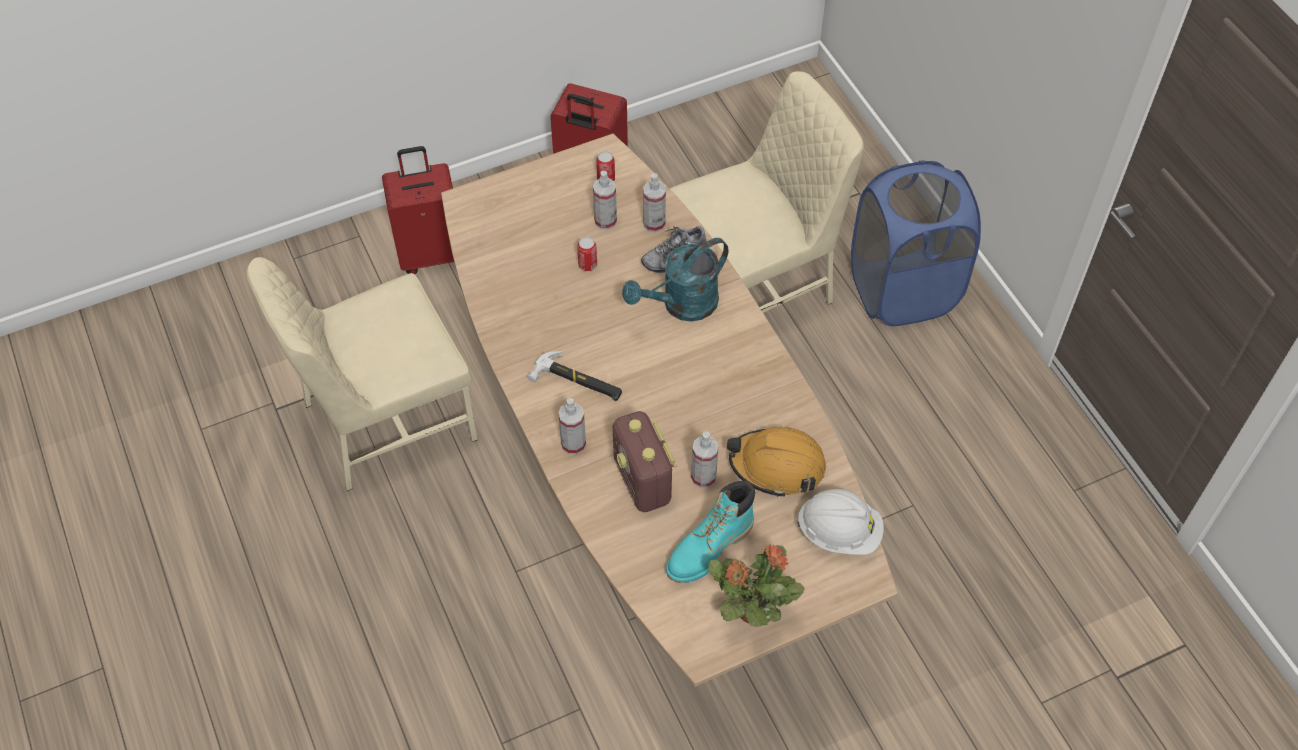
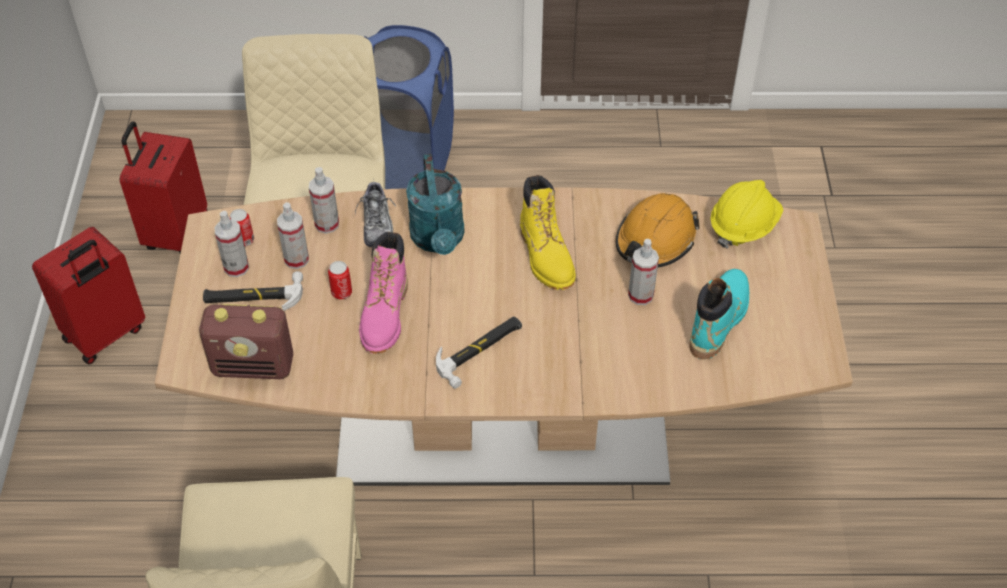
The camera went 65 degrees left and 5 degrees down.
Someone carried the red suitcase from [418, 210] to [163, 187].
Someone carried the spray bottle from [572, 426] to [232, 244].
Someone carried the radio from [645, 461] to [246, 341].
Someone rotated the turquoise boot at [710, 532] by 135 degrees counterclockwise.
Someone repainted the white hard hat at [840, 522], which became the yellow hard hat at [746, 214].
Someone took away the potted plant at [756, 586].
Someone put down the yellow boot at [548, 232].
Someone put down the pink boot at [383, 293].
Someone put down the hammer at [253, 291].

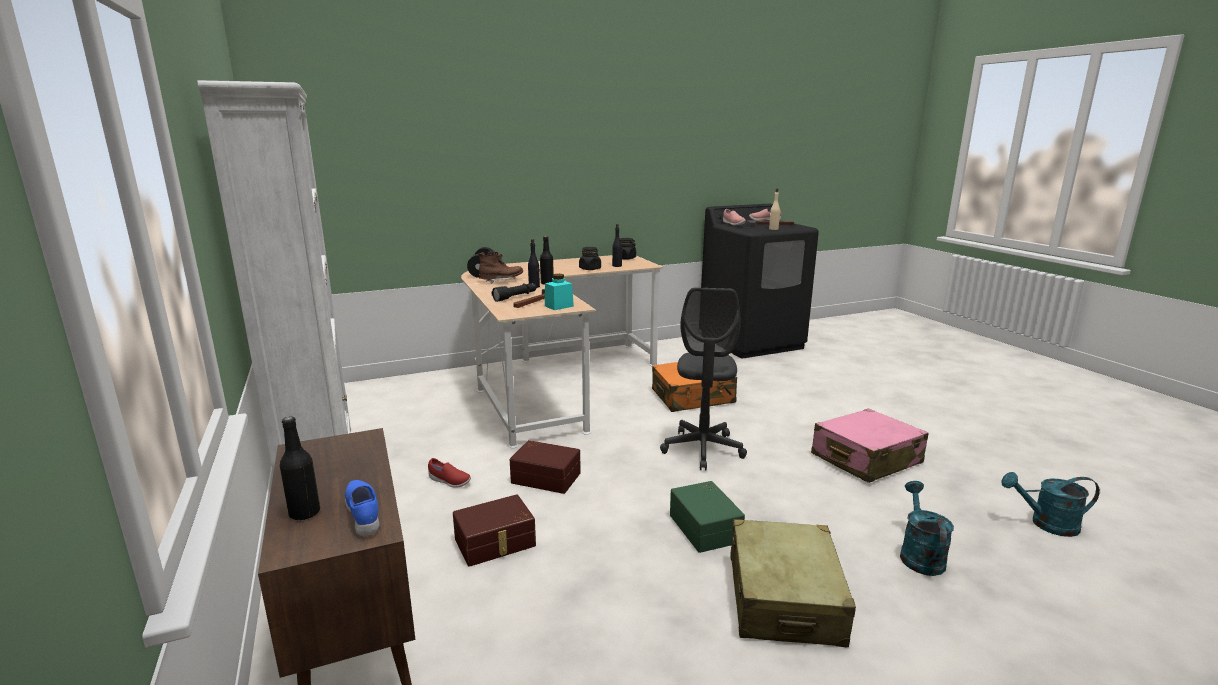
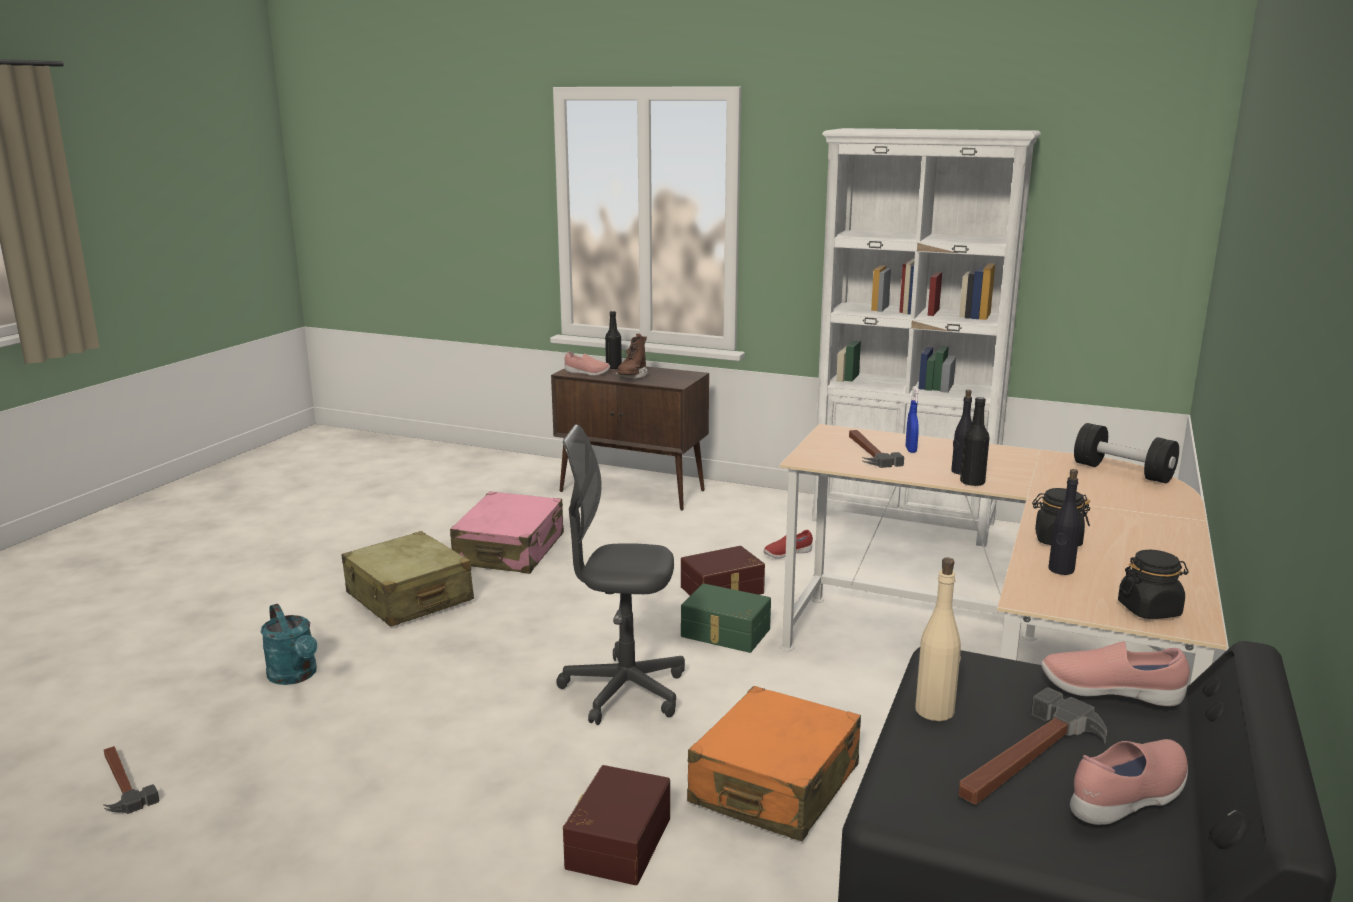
The camera went 135 degrees right and 0 degrees up.
Someone carried the brown boot from [500, 267] to [632, 356].
Someone took away the turquoise jar at [559, 292].
Someone swapped the black flashlight at [514, 292] for the blue spray bottle at [912, 419].
Someone rotated the grey office chair at [703, 379] by 45 degrees counterclockwise.
Someone carried the pink suitcase from [869, 446] to [507, 533].
Someone swapped the turquoise watering can at [1050, 504] for the hammer at [131, 780].
Someone repainted the blue shoe at [362, 508], which became the pink shoe at [587, 363].
Someone carried the green storage box from [707, 517] to [726, 618].
Someone carried the brown storage box from [494, 530] to [616, 825].

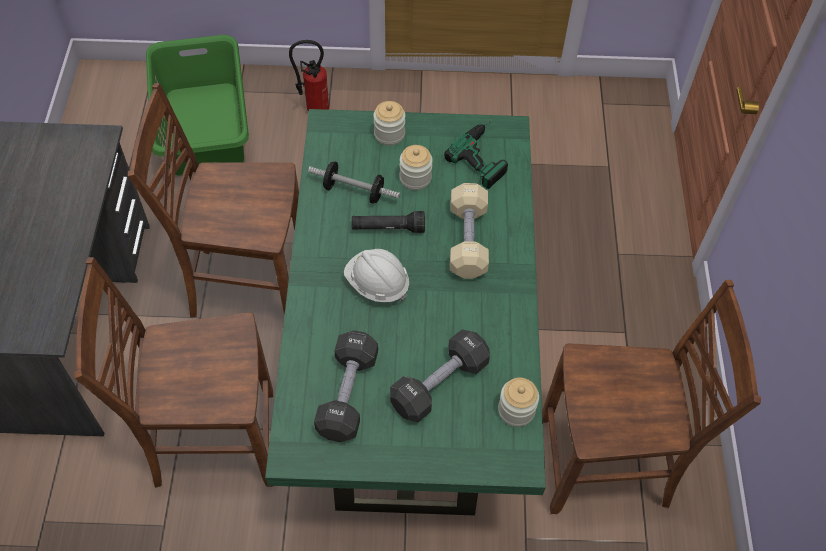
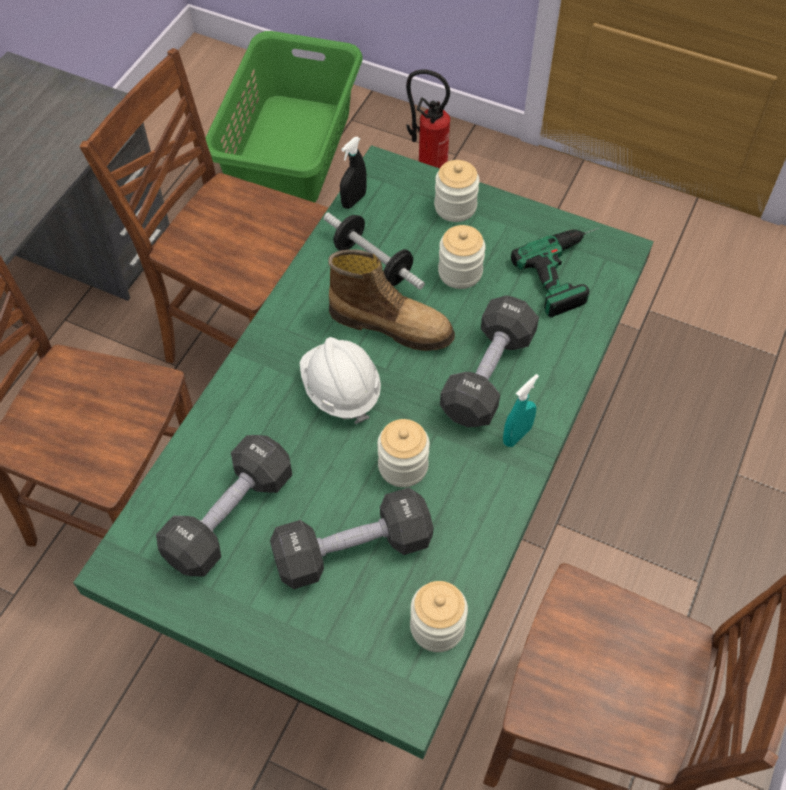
The camera went 25 degrees right and 0 degrees up.
Someone repainted the beige dumbbell at [469, 231], which became the black dumbbell at [489, 361].
Someone swapped the black flashlight at [388, 222] for the boot at [391, 300].
Someone put down the black spray bottle at [353, 173].
Someone put down the turquoise spray bottle at [521, 410].
Someone put down the jar at [403, 453].

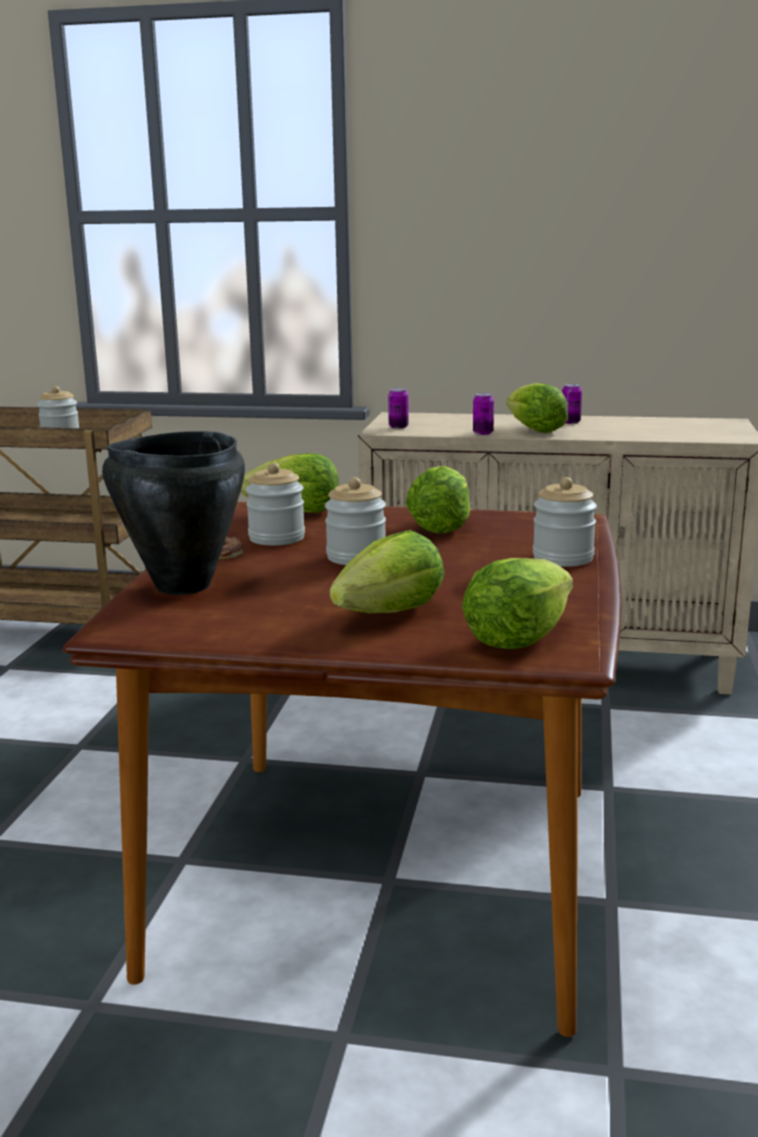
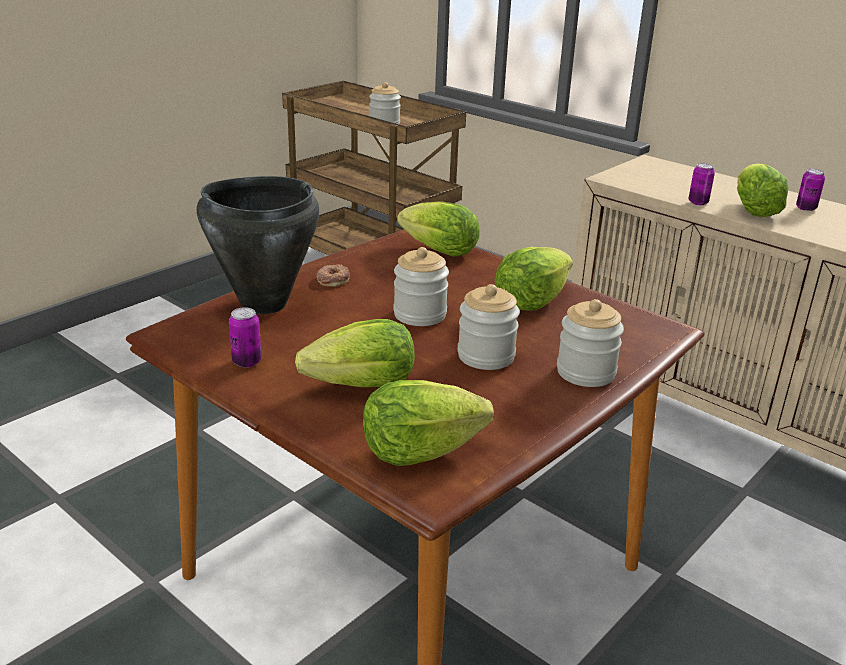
The camera went 30 degrees right and 10 degrees up.
Someone carried the can from [398, 408] to [245, 337].
Someone carried the jar from [275, 504] to [489, 327].

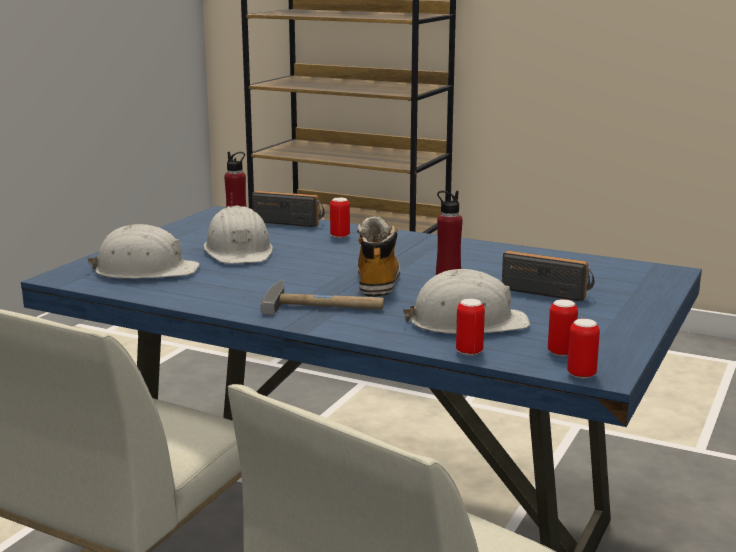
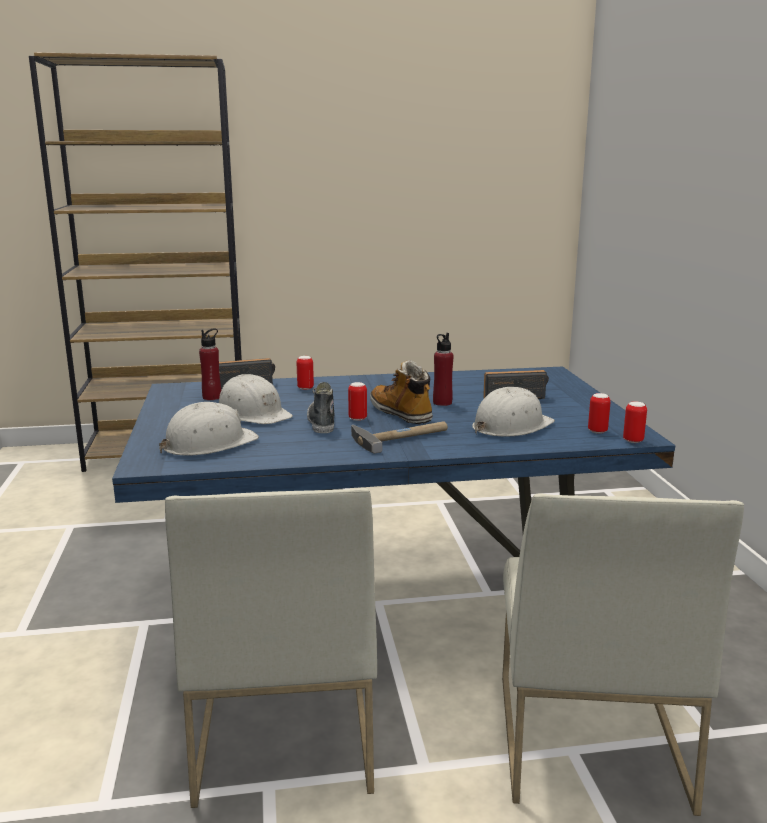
The camera went 35 degrees left and 0 degrees up.
Someone carried the can from [470, 327] to [357, 401].
Someone put down the shoe at [320, 407].

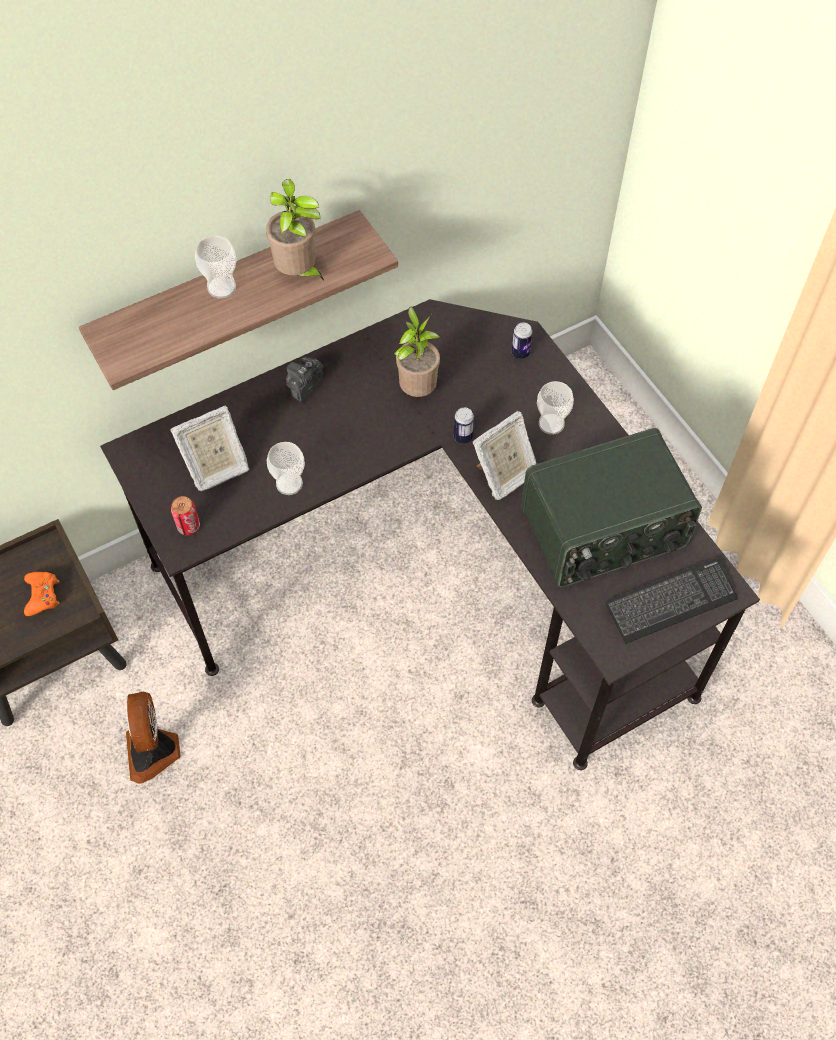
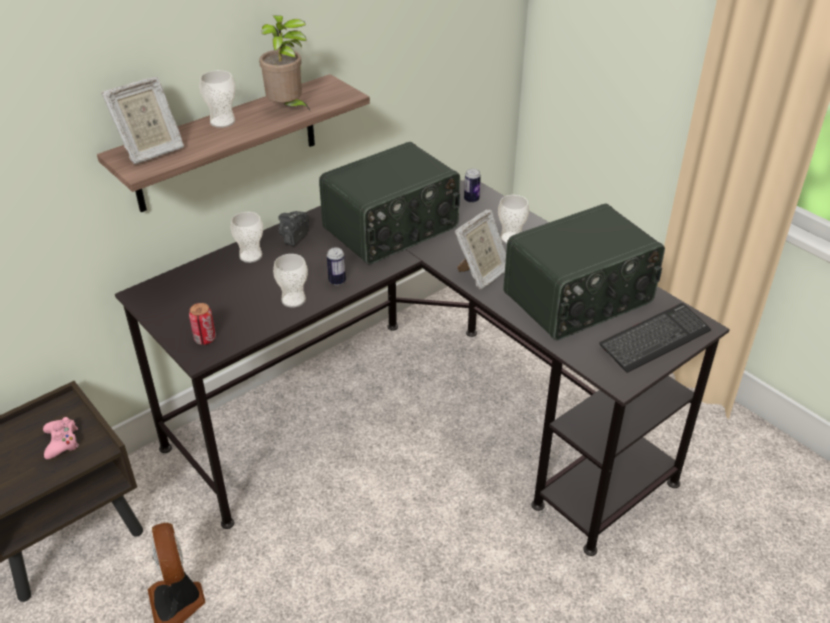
The camera went 10 degrees left and 20 degrees down.
Someone swapped the potted plant at [417, 351] for the radio at [389, 203].
Someone carried the picture frame from [209, 448] to [143, 120].
Someone carried the can from [464, 425] to [336, 266].
Someone repainted the orange game controller at [42, 594], which became the pink game controller at [61, 438].
Someone put down the cup at [247, 237].

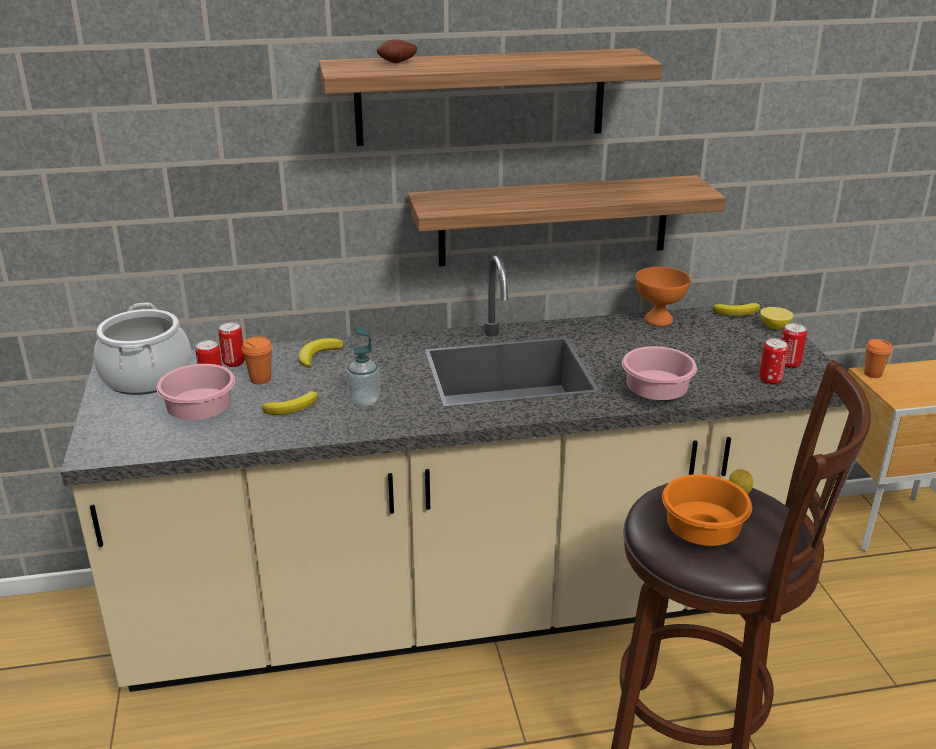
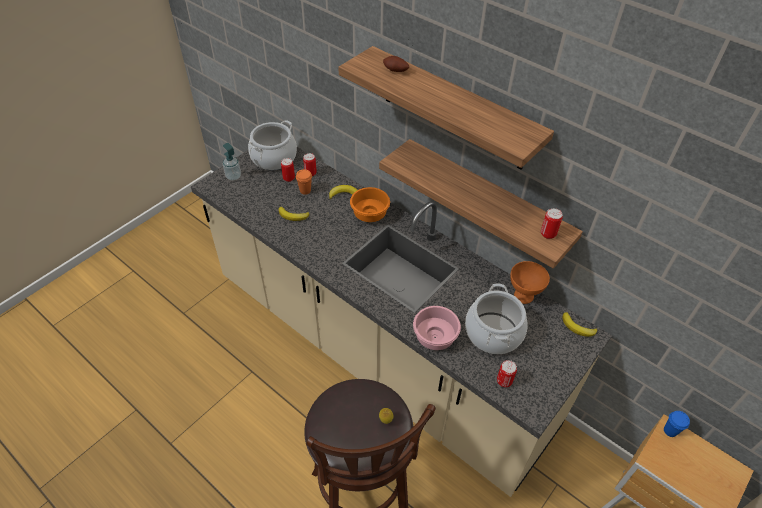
The camera went 50 degrees right and 20 degrees up.
Someone took away the lemon at [776, 318].
Someone carried the can from [794, 345] to [552, 223].
Someone carried the soap dispenser from [363, 367] to [232, 162].
Someone repainted the orange cup at [878, 358], which became the blue cup at [677, 424].
Someone took away the pink bowl at [196, 392].
Someone carried the orange bowl from [707, 510] to [370, 204].
Someone put down the cooking pot at [496, 319].

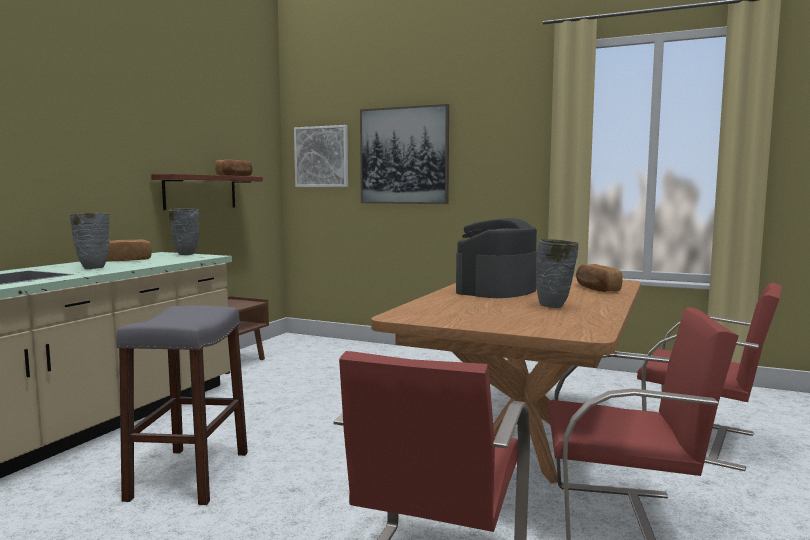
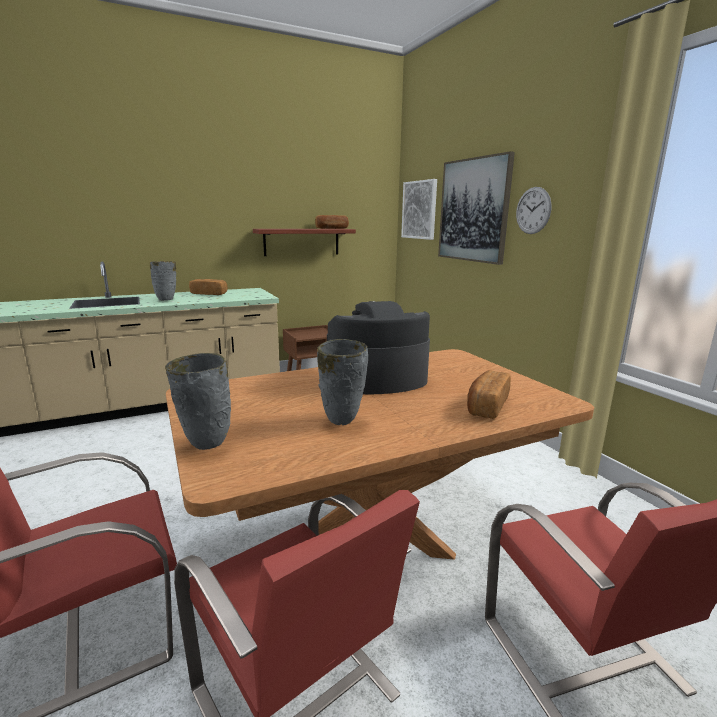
The camera went 40 degrees right and 10 degrees up.
Someone carried the grey vase from [183, 231] to [198, 401].
Someone took away the grey stool at [182, 405].
Someone put up the wall clock at [534, 210].

